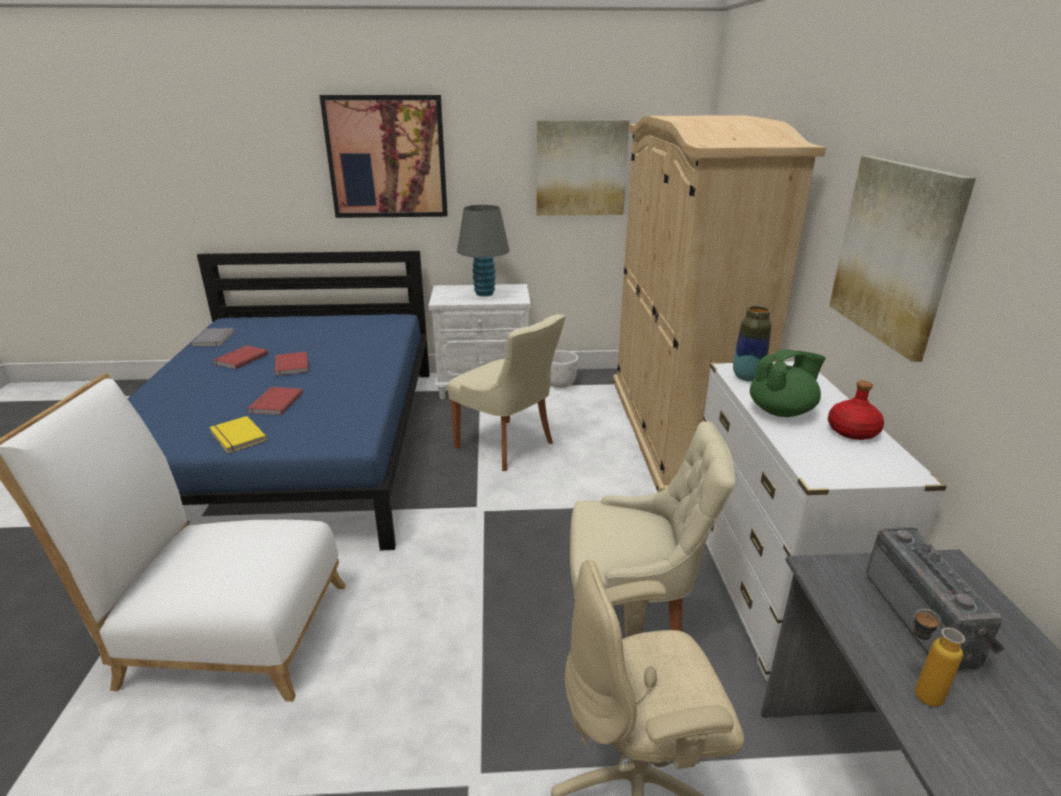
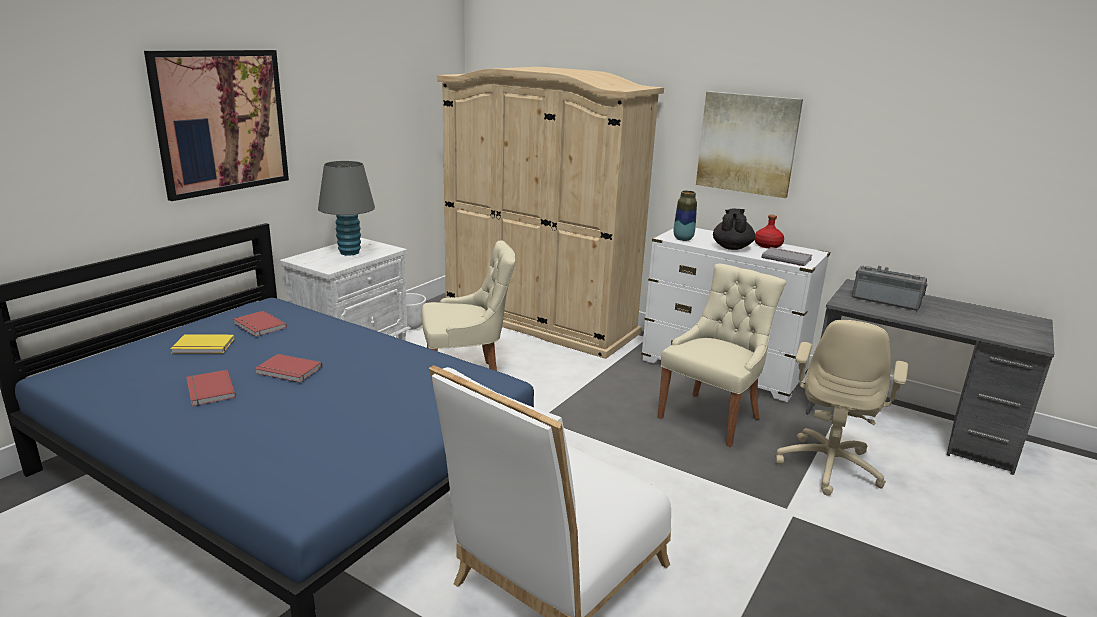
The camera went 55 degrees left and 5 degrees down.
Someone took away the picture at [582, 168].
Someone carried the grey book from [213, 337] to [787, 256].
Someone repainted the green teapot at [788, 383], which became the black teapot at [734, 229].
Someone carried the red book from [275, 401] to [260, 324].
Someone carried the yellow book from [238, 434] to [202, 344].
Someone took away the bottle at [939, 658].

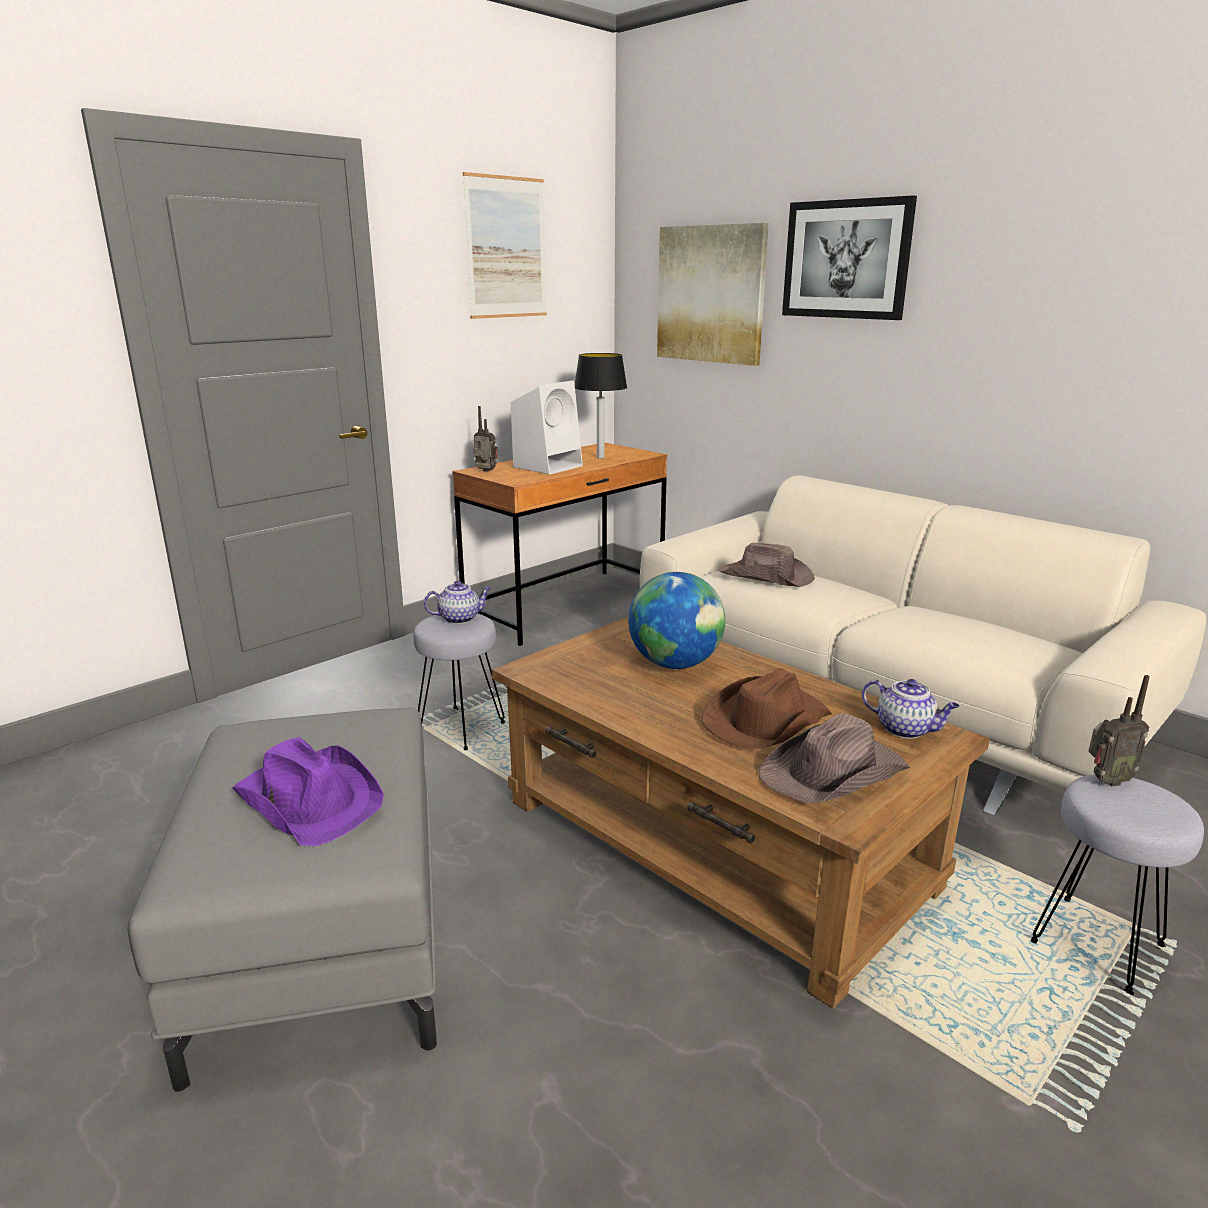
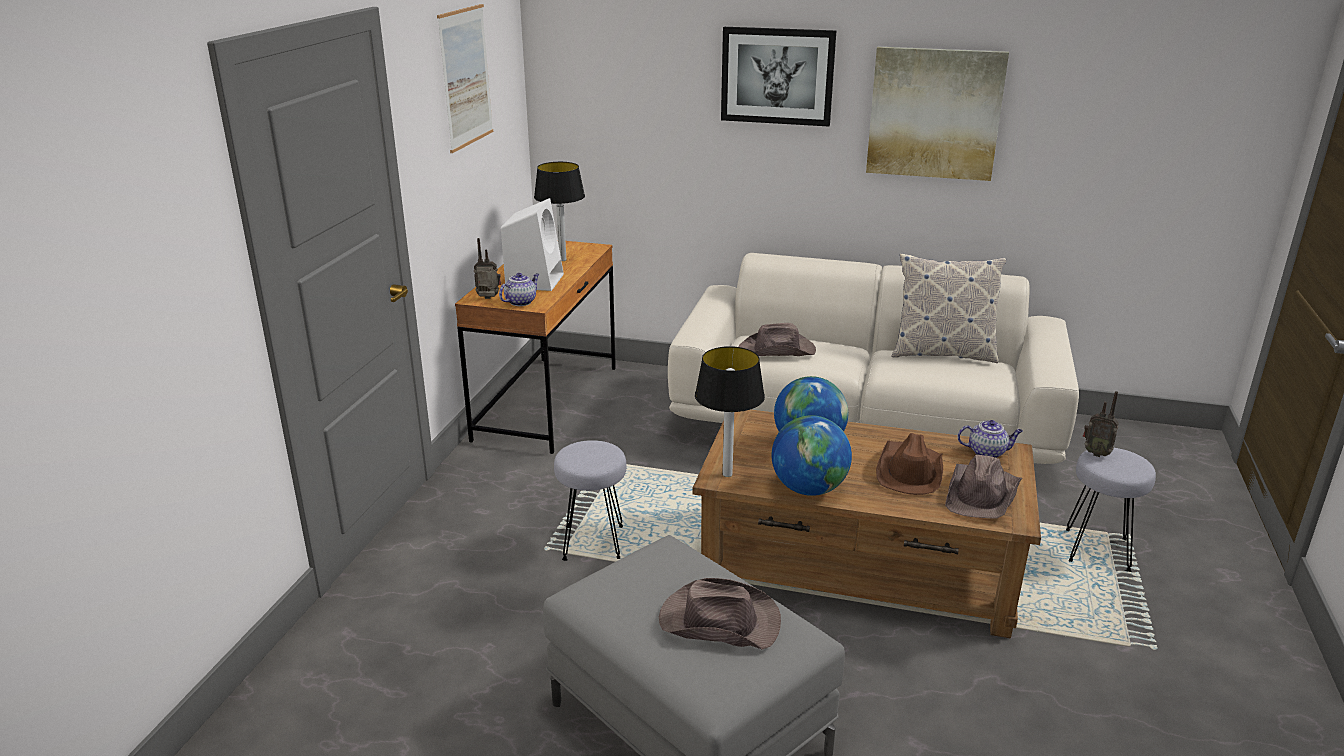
The camera went 30 degrees left and 5 degrees up.
Someone carried the picture from [713, 294] to [937, 114].
Someone carried the teapot from [457, 602] to [519, 289].
Someone rotated the radio at [1119, 731] by 75 degrees clockwise.
Someone repainted the purple hat at [308, 791], which became the brown hat at [720, 614].
Someone put down the pillow at [948, 308].
Someone put down the table lamp at [730, 411].
Someone put down the globe at [812, 455].

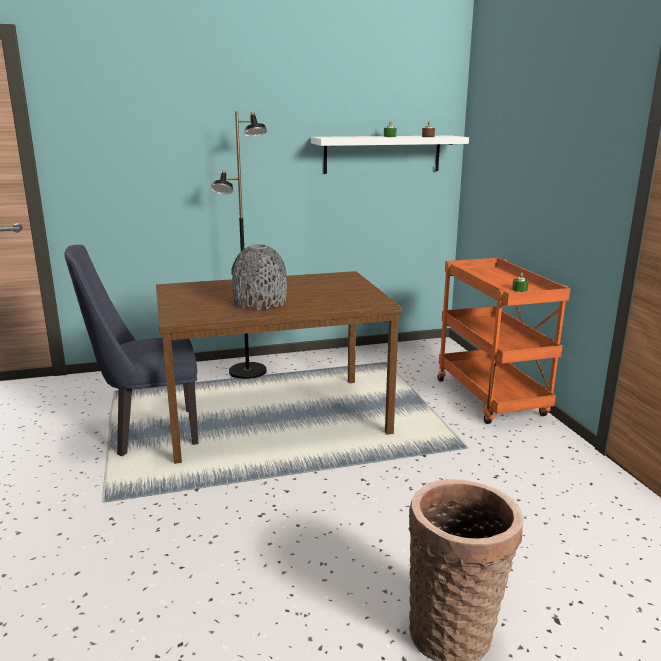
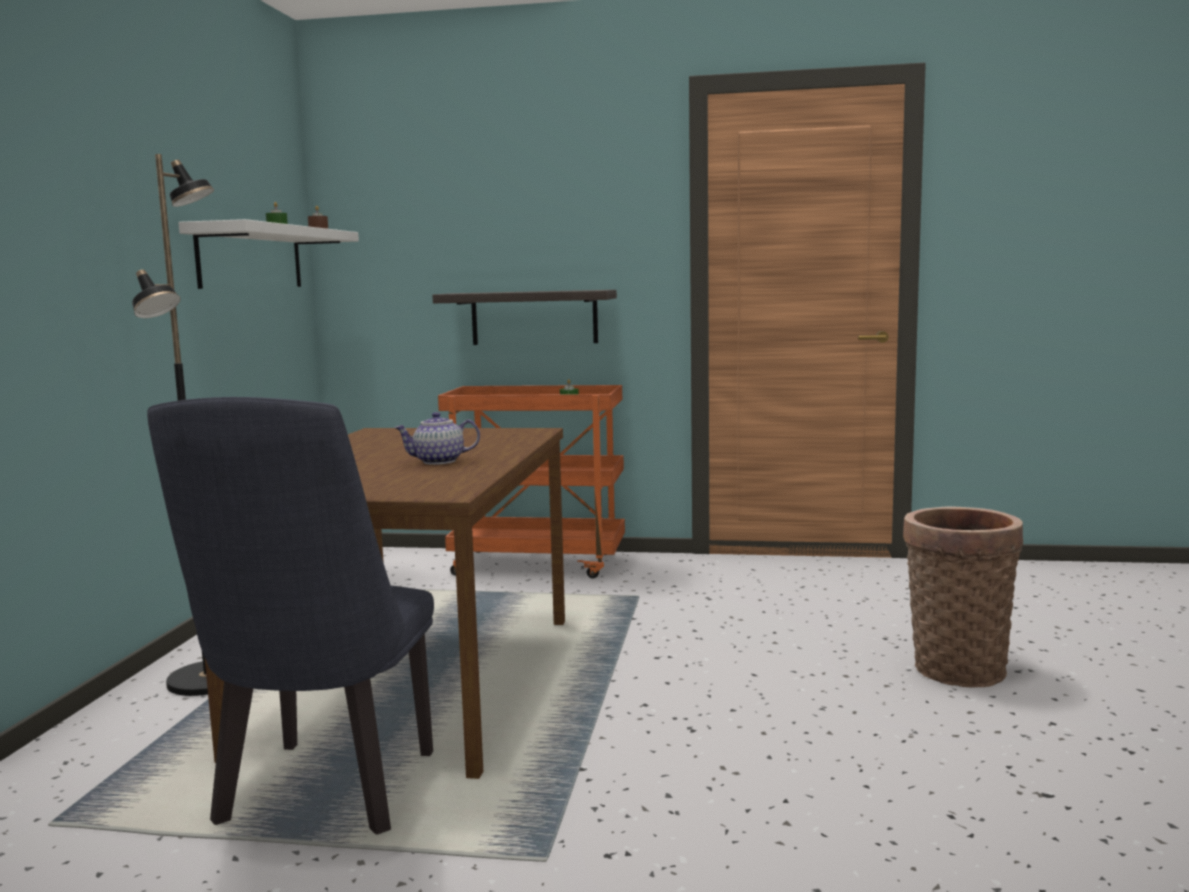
The camera went 65 degrees left and 10 degrees down.
Someone swapped the grey vase at [259, 277] for the teapot at [437, 438].
Someone put up the shelf at [524, 317].

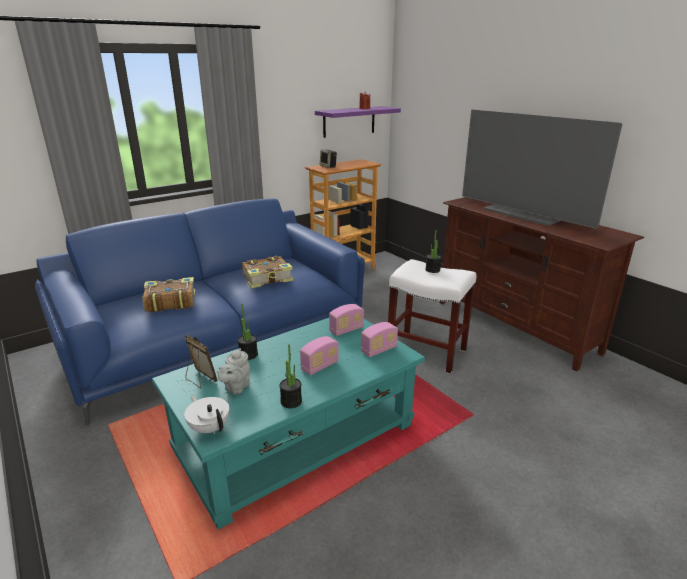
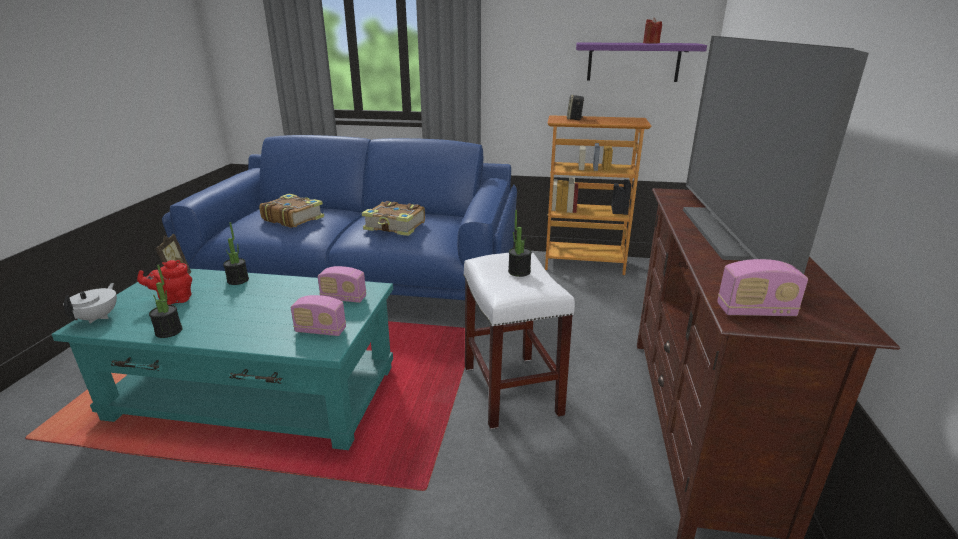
The camera went 45 degrees right and 0 degrees up.
Someone carried the radio from [319, 355] to [762, 287].
Someone repainted the grey teapot at [233, 371], which became the red teapot at [164, 282].

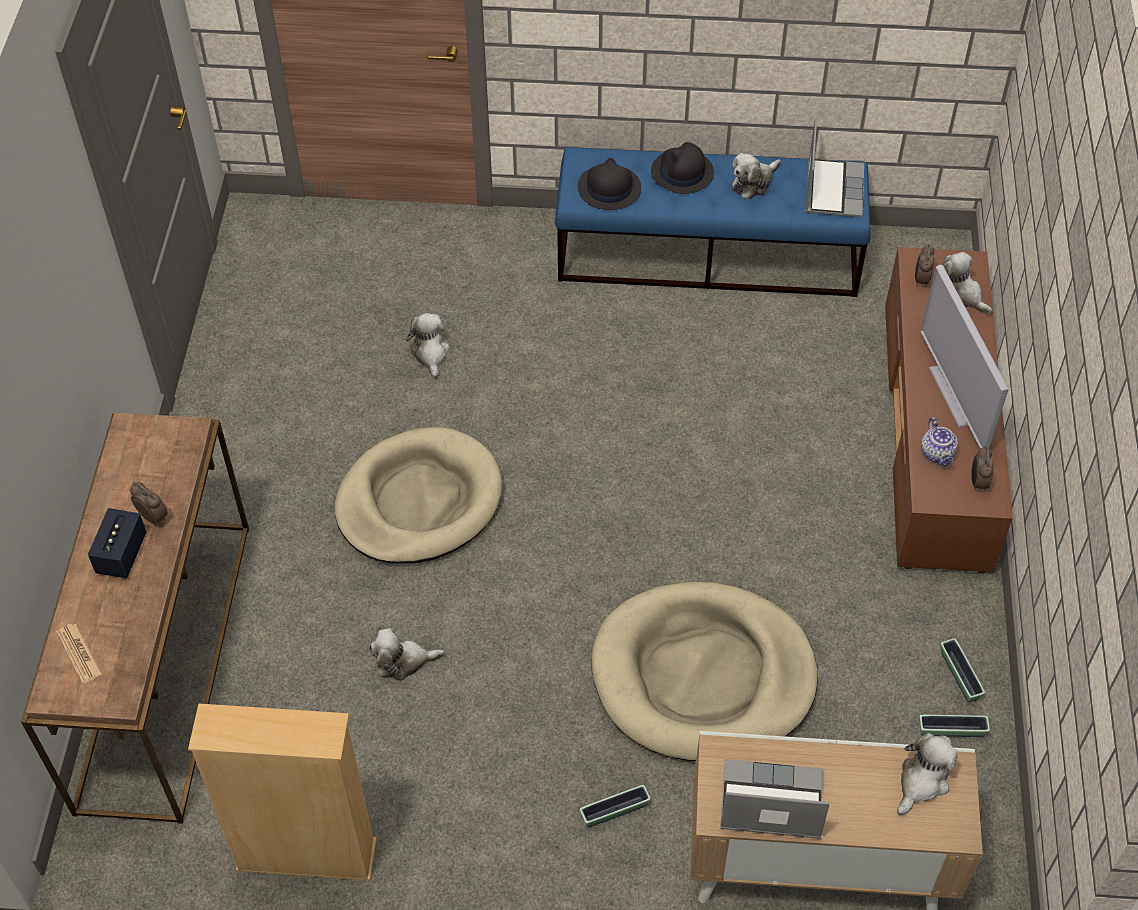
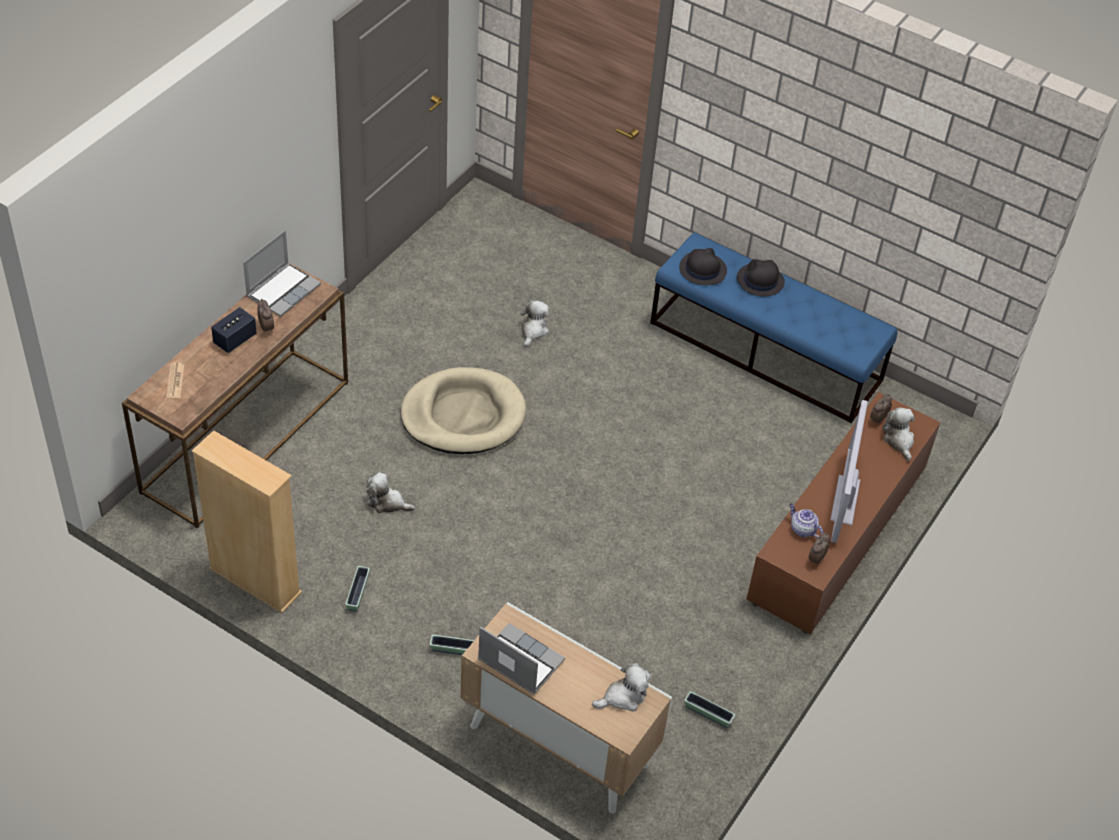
The camera went 25 degrees right and 5 degrees down.
Someone carried the laptop from [834, 168] to [282, 273].
Someone took away the plush toy at [756, 176].
Someone rotated the teapot at [939, 441] by 120 degrees clockwise.
Someone took away the beige dog bed at [704, 671].
Someone carried the planter from [963, 670] to [358, 589].

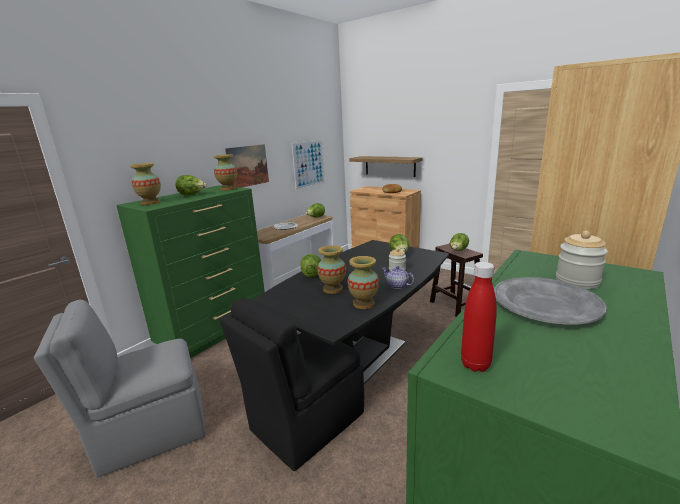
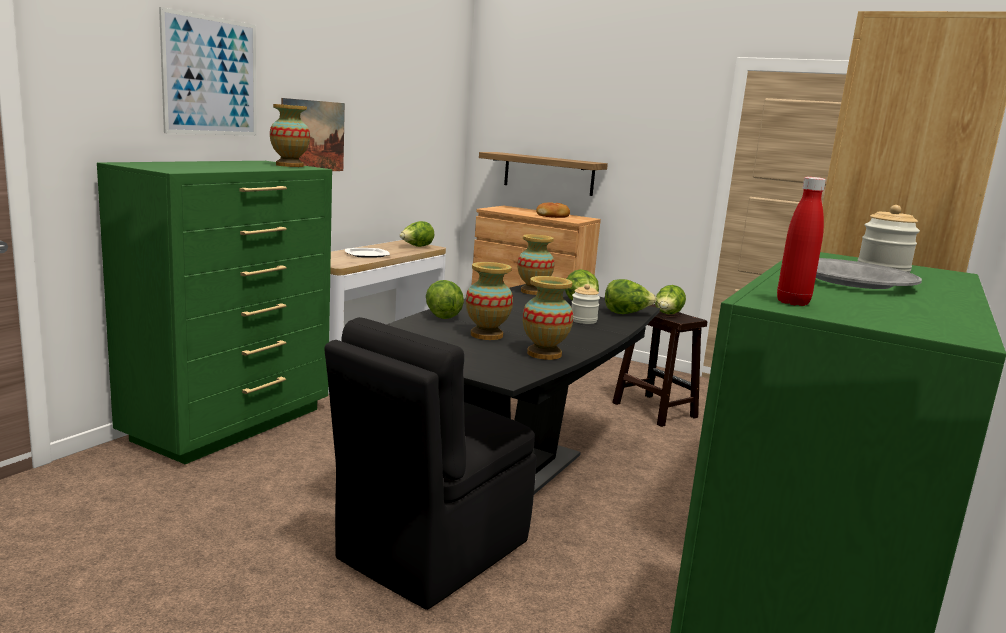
The camera went 10 degrees left and 5 degrees down.
Someone carried the picture from [308, 164] to [208, 71].
Someone carried the vase from [145, 184] to [536, 264].
Someone carried the lettuce from [191, 185] to [631, 296].
Someone took away the teapot at [398, 277].
Someone took away the grey chair at [120, 388].

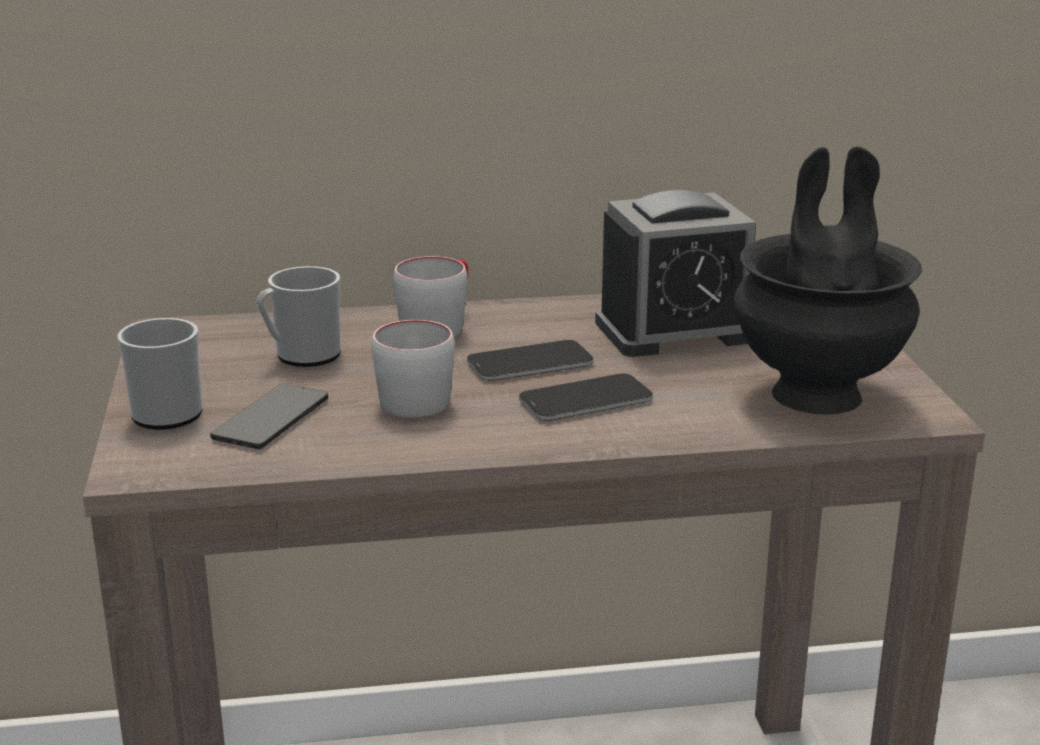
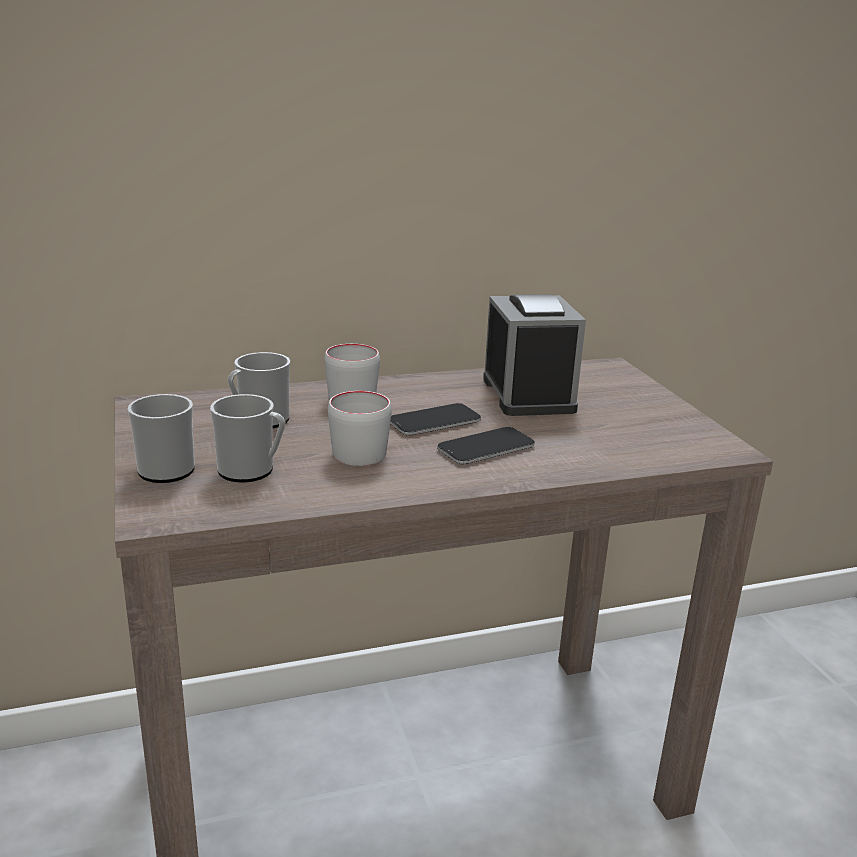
The camera went 10 degrees left and 0 degrees up.
Someone took away the black vase at [828, 280].
Someone rotated the alarm clock at [675, 273] by 75 degrees counterclockwise.
Someone swapped the phone at [269, 416] for the mug at [247, 438].

